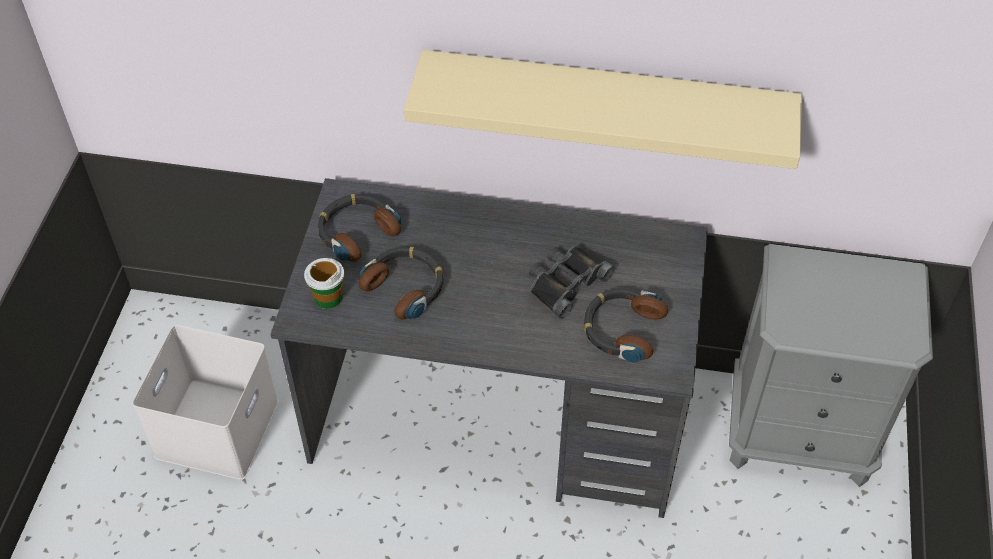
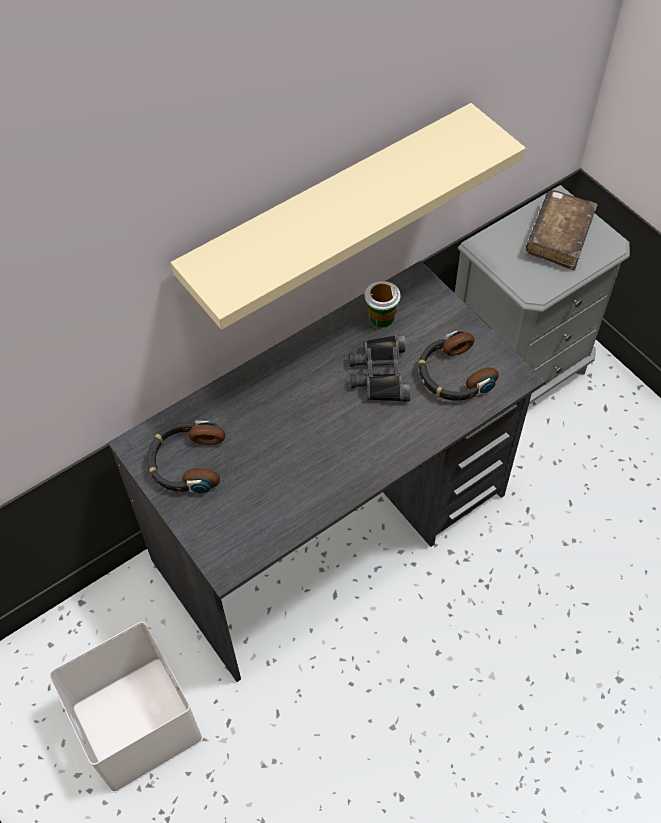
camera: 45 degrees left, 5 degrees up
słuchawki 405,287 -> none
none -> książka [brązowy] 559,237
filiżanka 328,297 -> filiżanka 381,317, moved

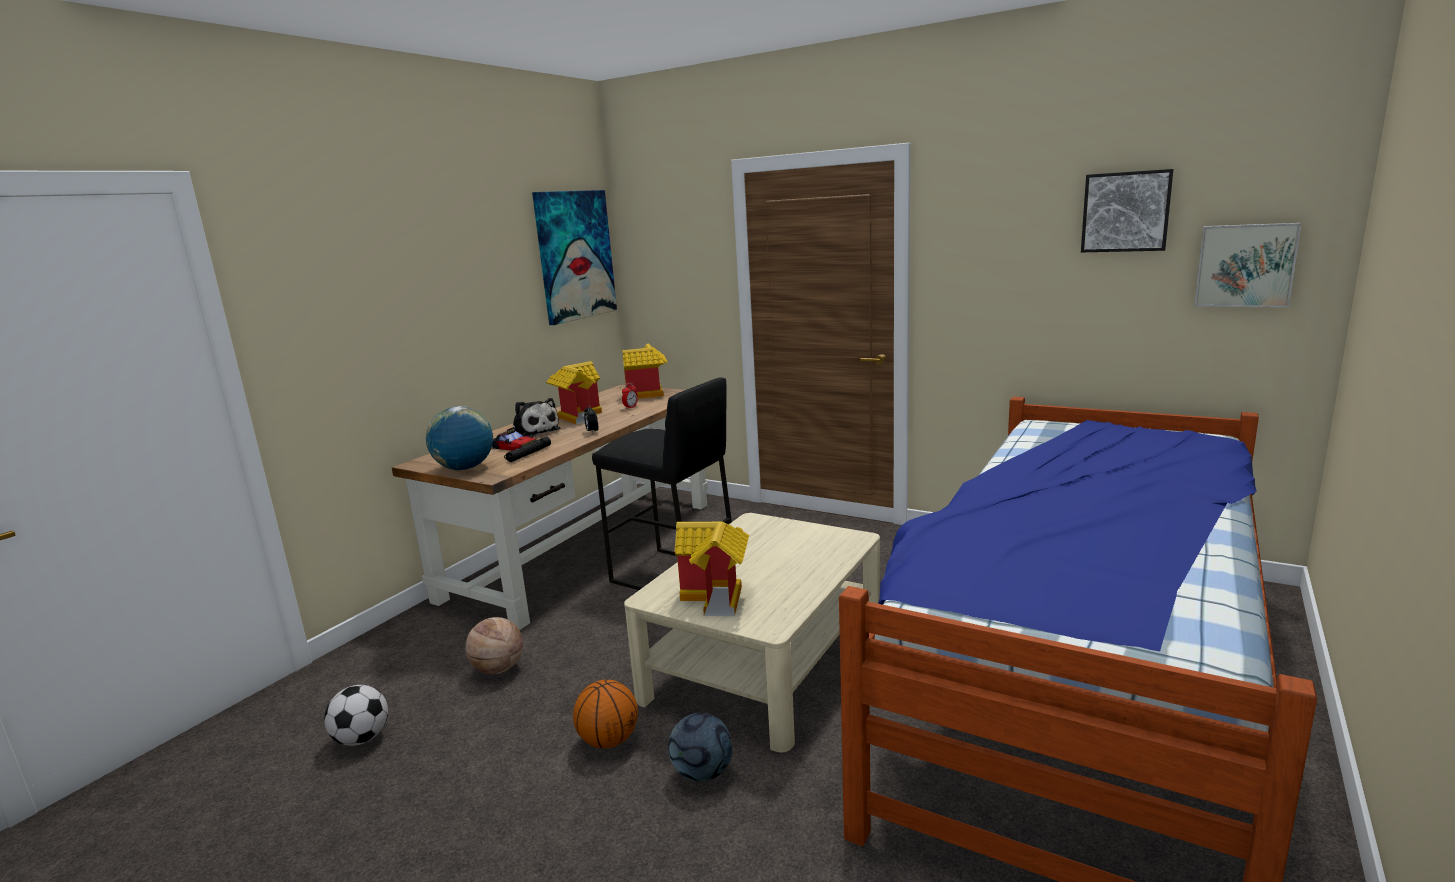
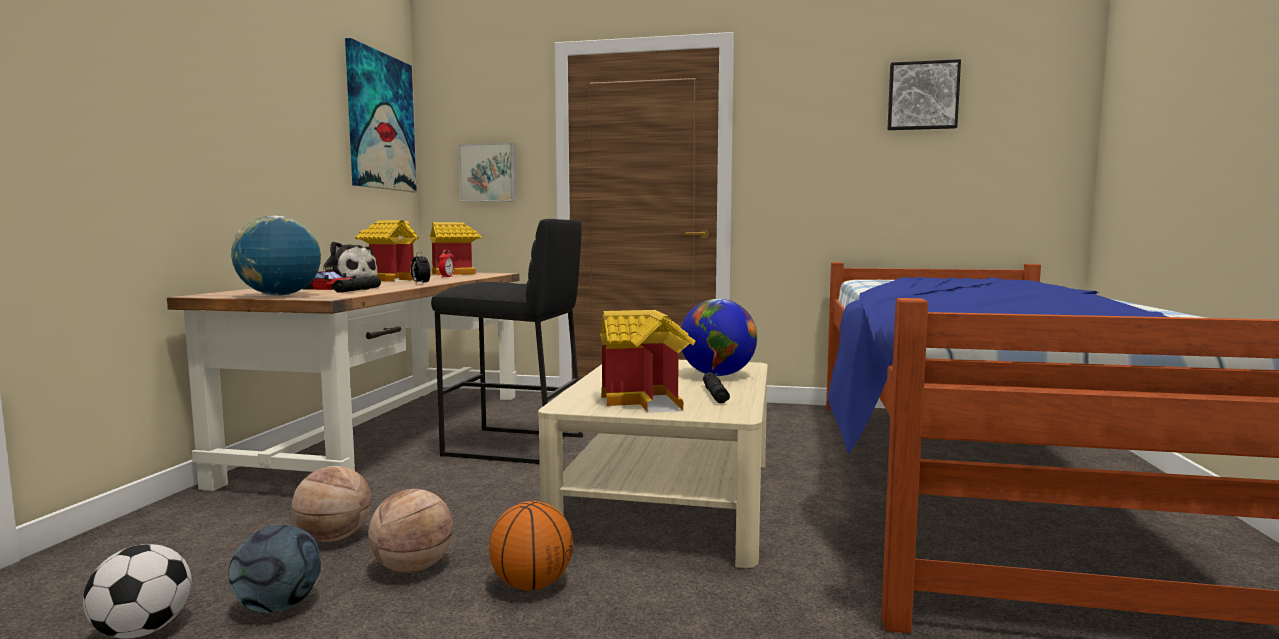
camera: 20 degrees left, 10 degrees down
none -> piłka do koszykówki 412,568
none -> globus 717,375
none -> latarka [czarny] 715,394
piłka futbolowa 702,772 -> piłka futbolowa 279,606, moved
obraz 1245,265 -> obraz 488,173, moved

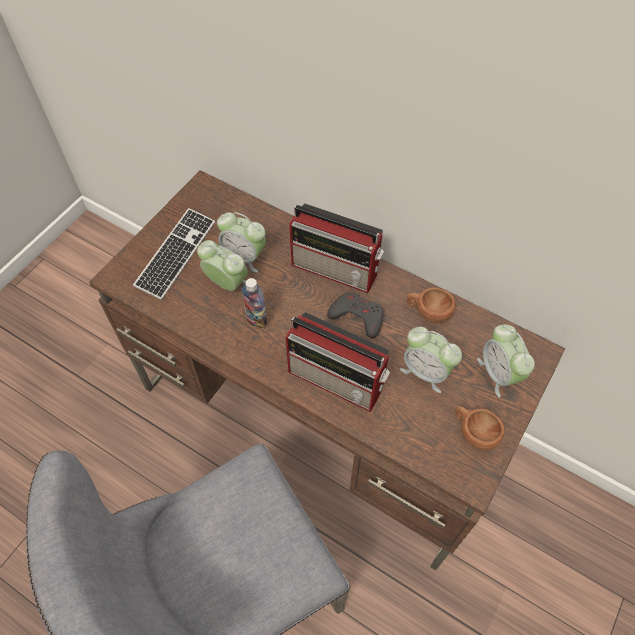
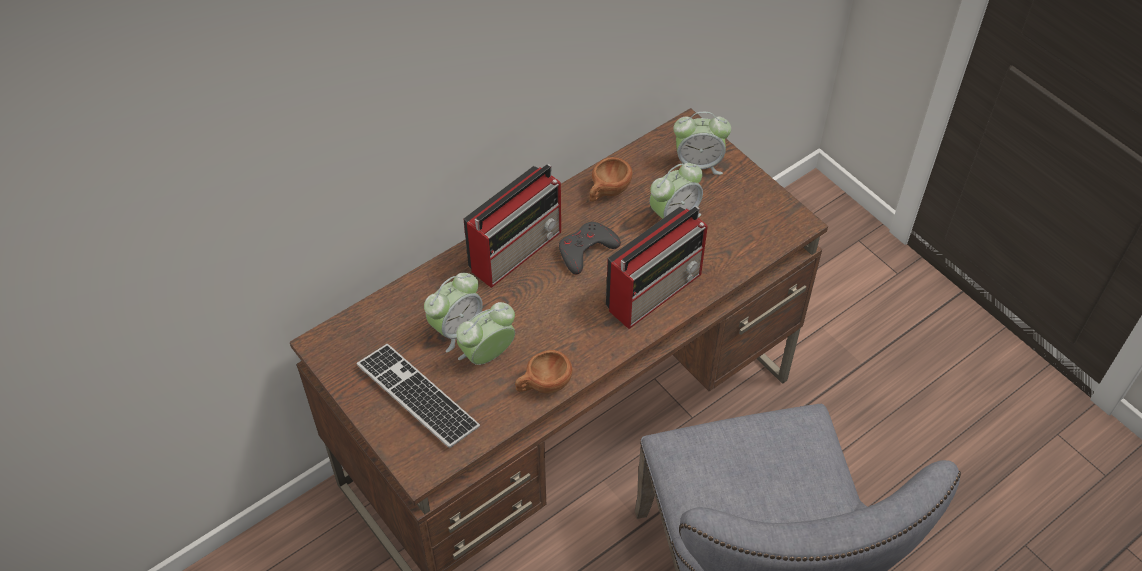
camera: 70 degrees left, 5 degrees down
butelka 256,319 -> none
filiżanka [brązowy] 473,432 -> filiżanka [brązowy] 543,385, moved

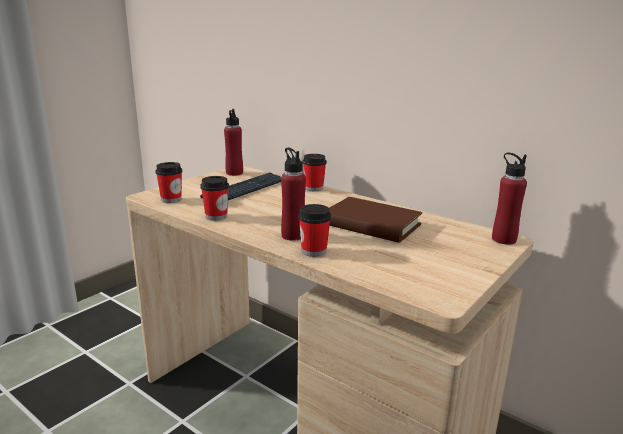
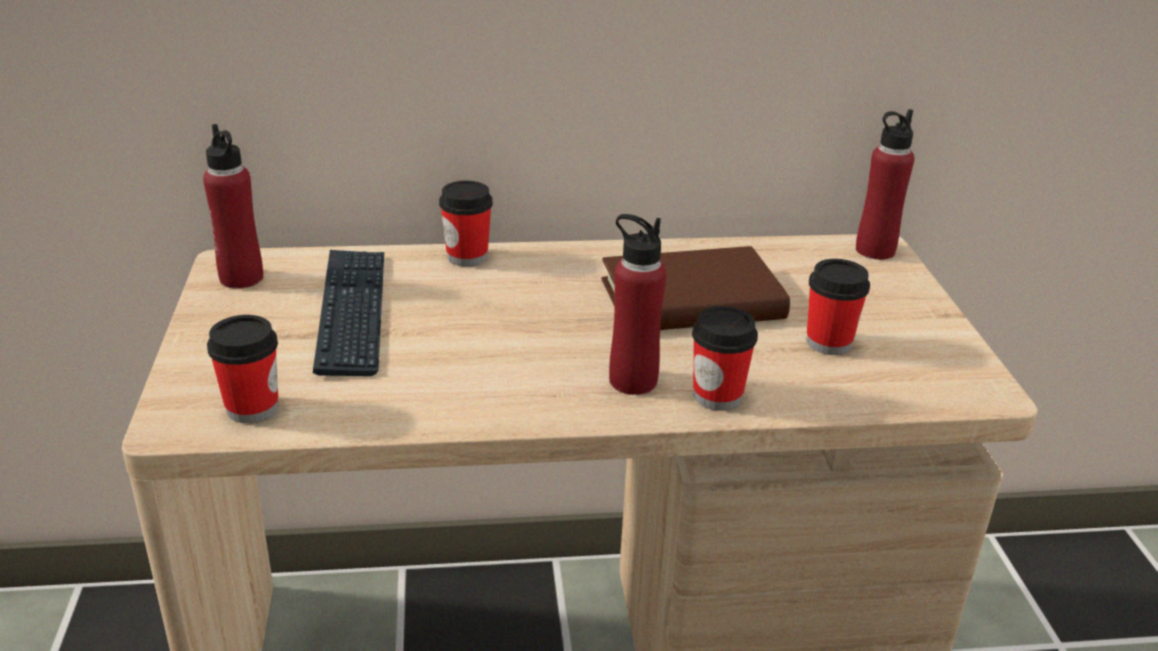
camera: 45 degrees left, 10 degrees up
filiżanka 216,216 -> filiżanka 828,342, moved

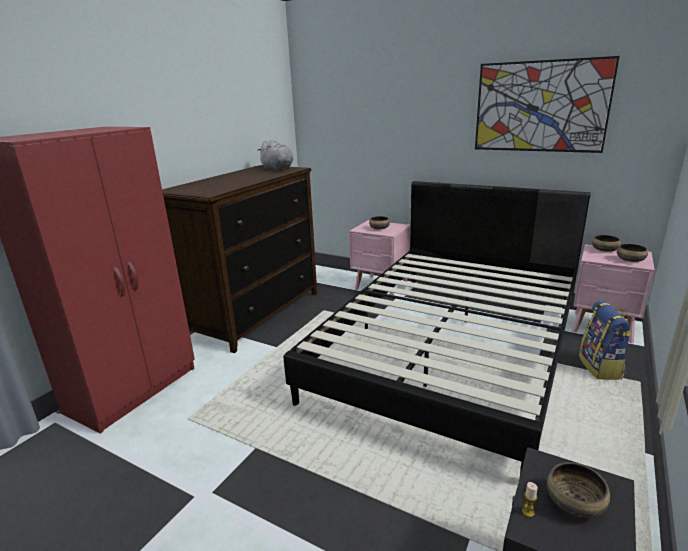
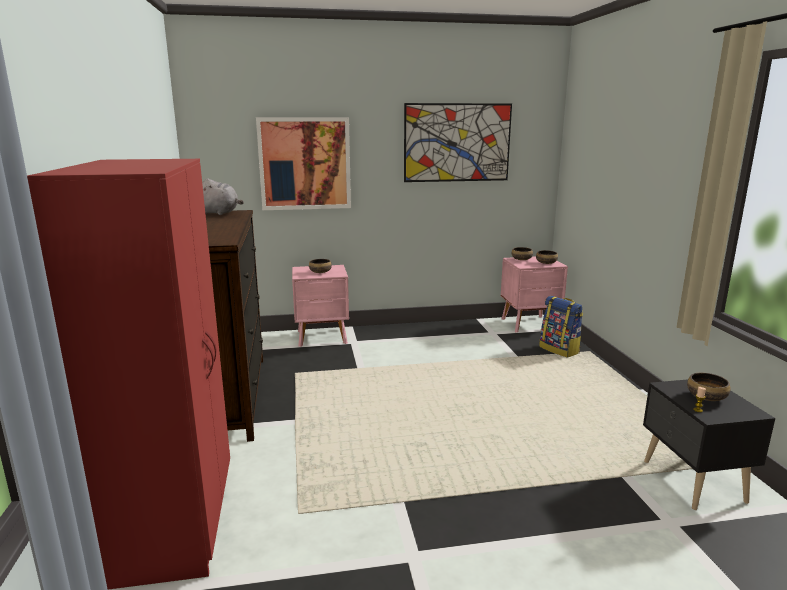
camera: 40 degrees left, 5 degrees down
łóżko [czarny] 451,351 -> none
none -> obraz 305,164

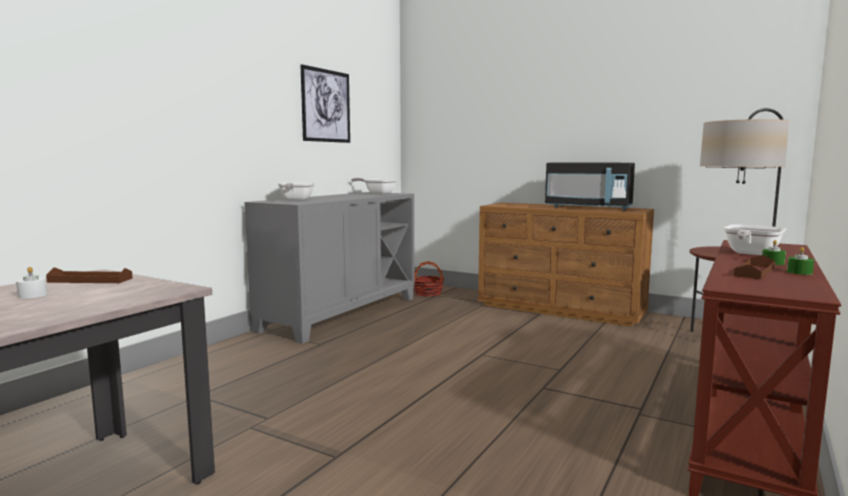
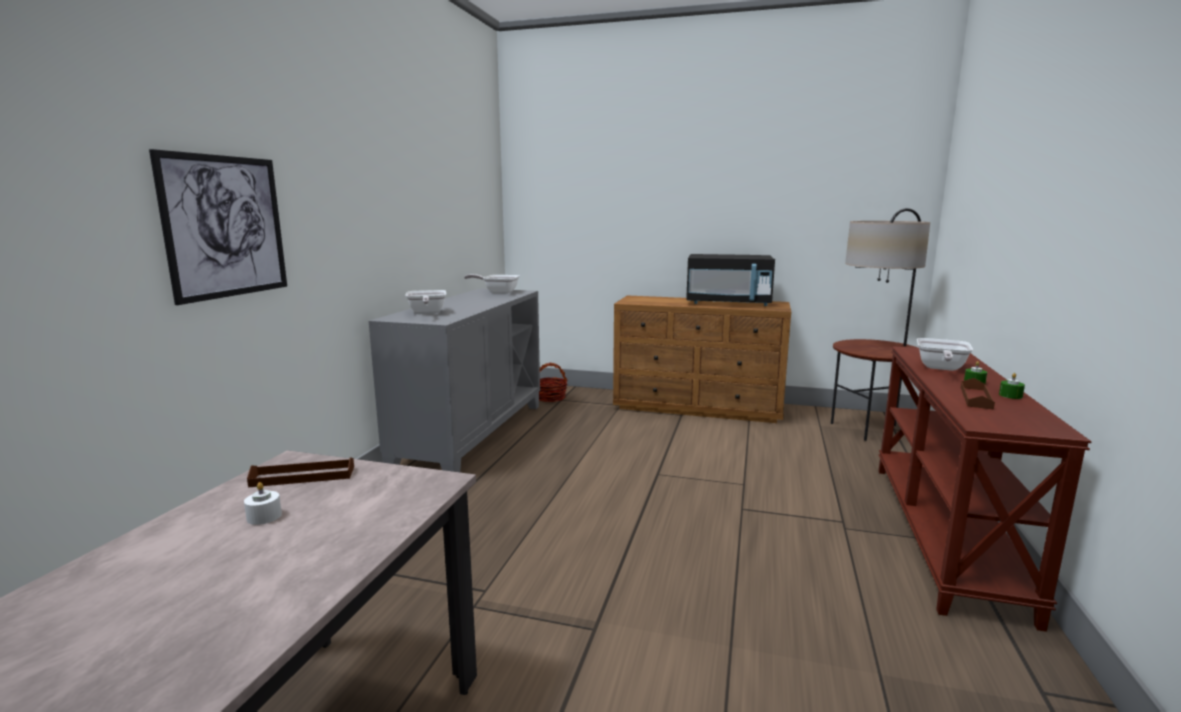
camera: 15 degrees left, 5 degrees up
obraz 326,106 -> obraz 226,226, moved

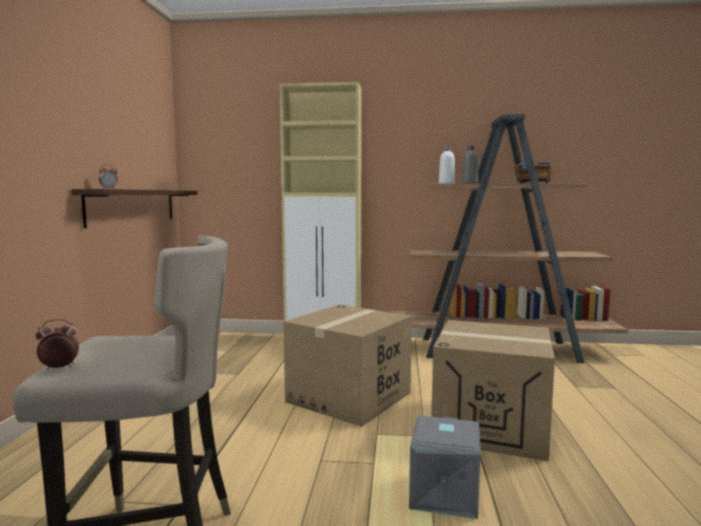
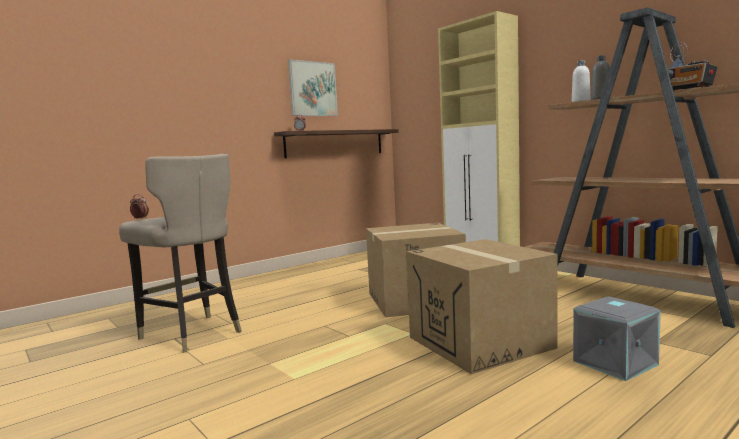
camera: 45 degrees right, 0 degrees up
none -> obraz 313,89
pojemnik do przechowywania [szary] 443,493 -> pojemnik do przechowywania [szary] 614,362, moved

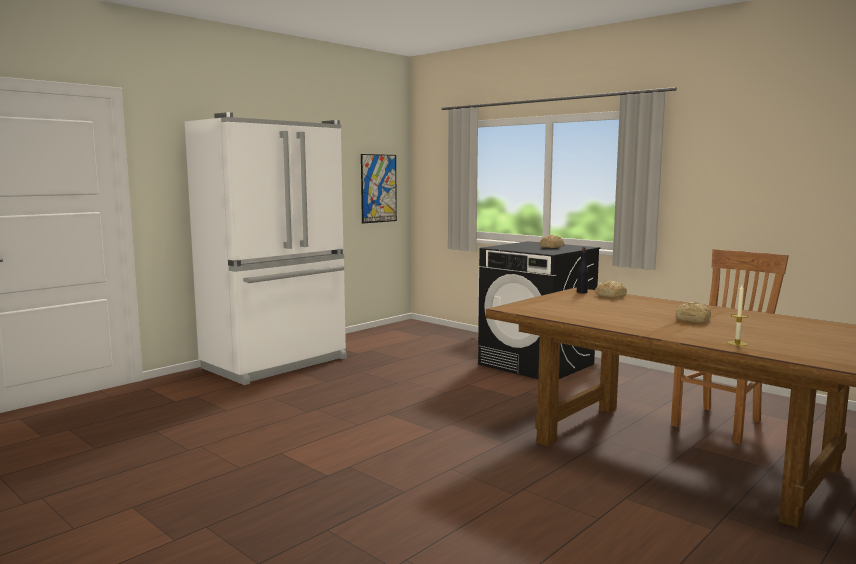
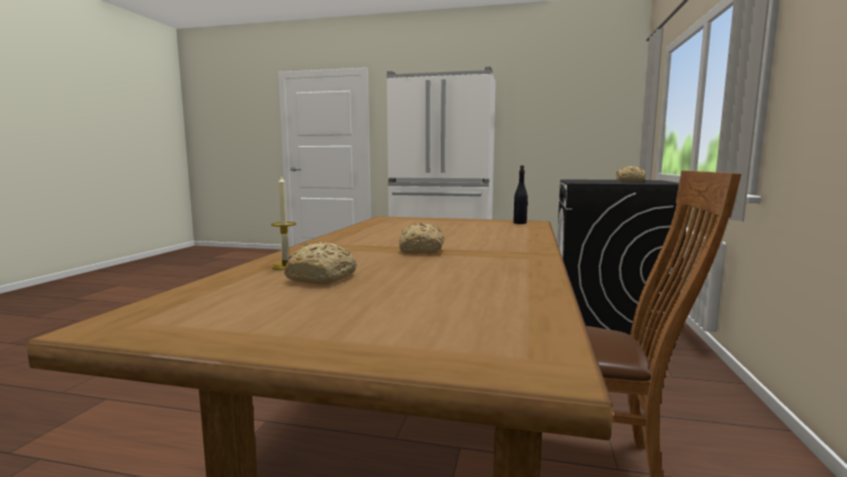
camera: 60 degrees right, 0 degrees up
obraz 378,188 -> none
chleb 610,296 -> chleb 323,277, moved

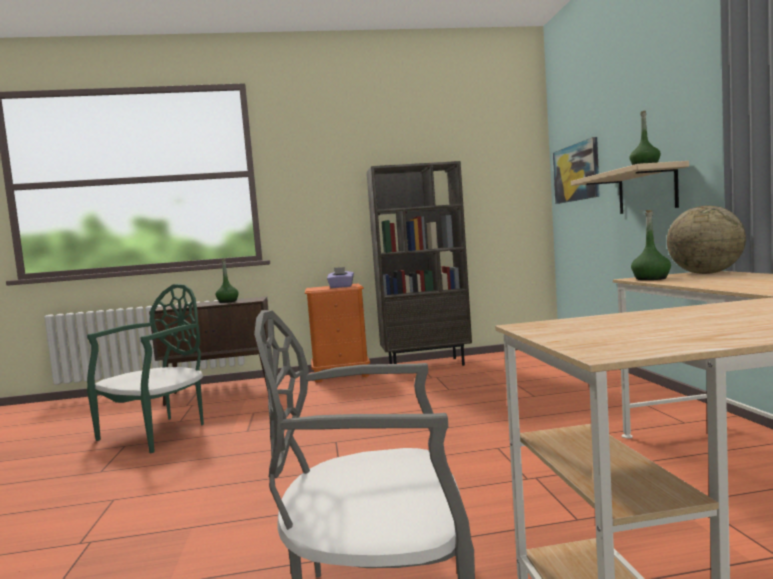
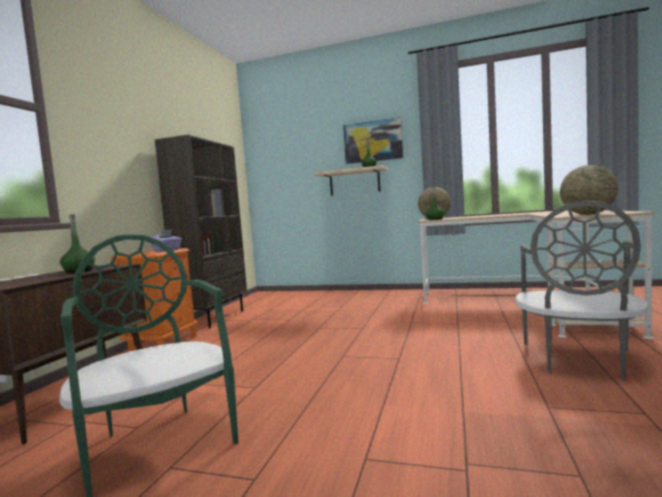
camera: 65 degrees left, 0 degrees up
none -> globus 588,214
obraz 576,172 -> obraz 373,141, moved

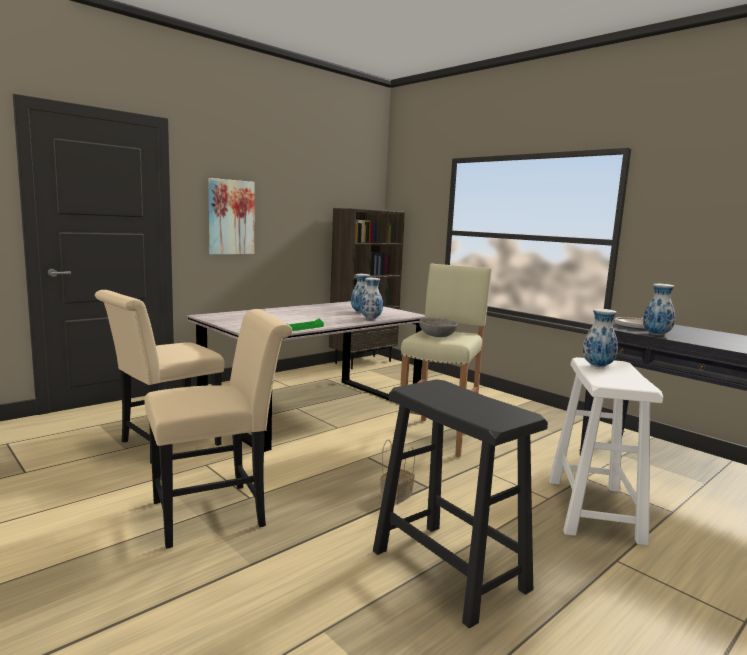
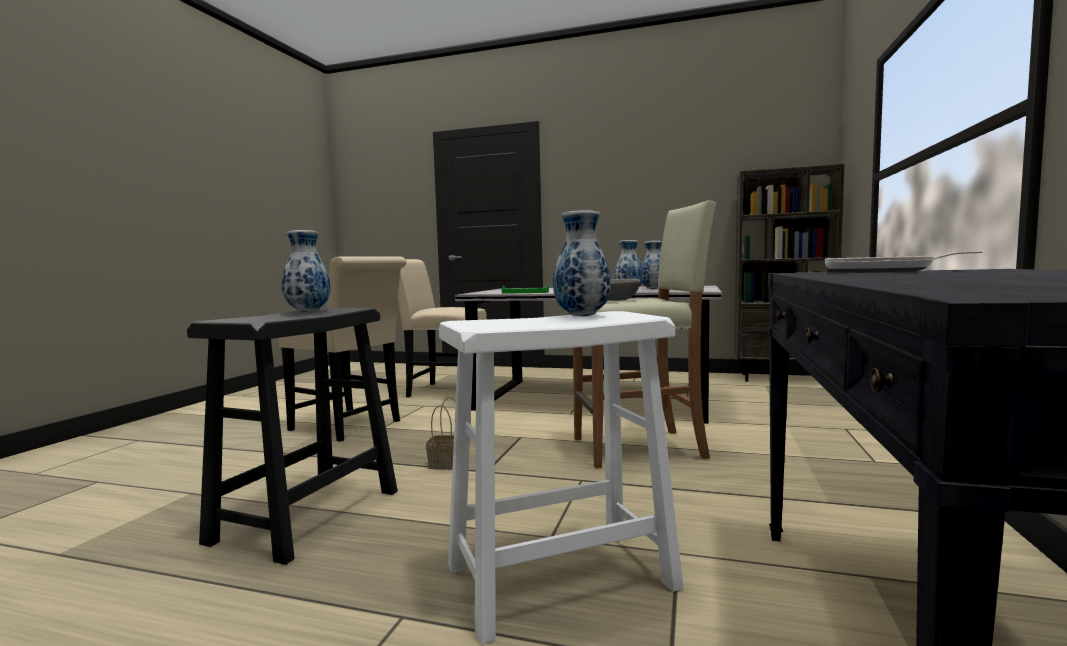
camera: 60 degrees right, 5 degrees down
obraz 231,217 -> none
wazon 656,334 -> wazon 308,311, moved

